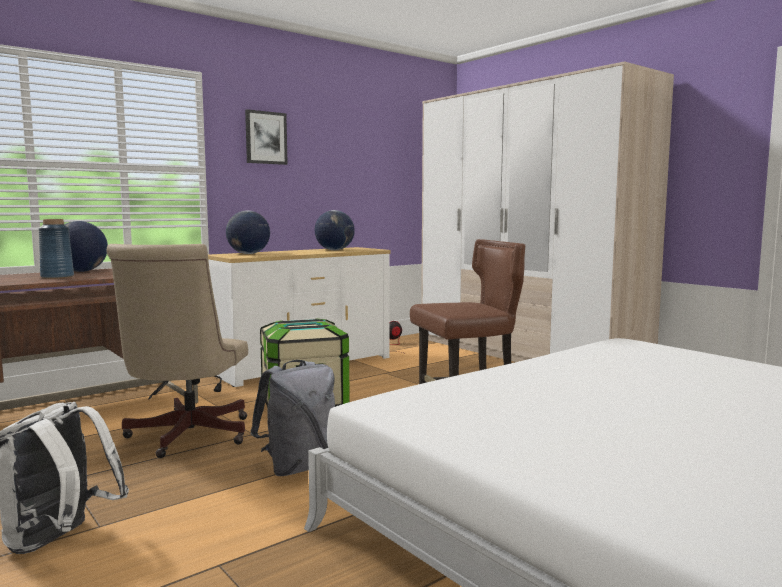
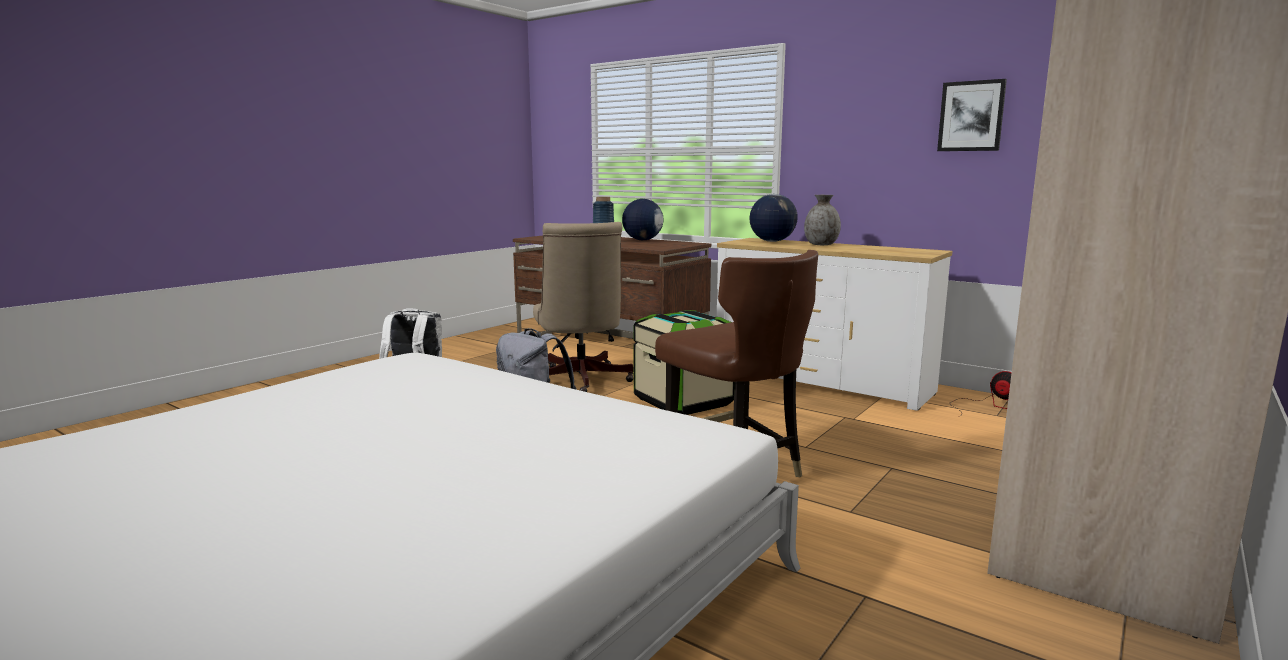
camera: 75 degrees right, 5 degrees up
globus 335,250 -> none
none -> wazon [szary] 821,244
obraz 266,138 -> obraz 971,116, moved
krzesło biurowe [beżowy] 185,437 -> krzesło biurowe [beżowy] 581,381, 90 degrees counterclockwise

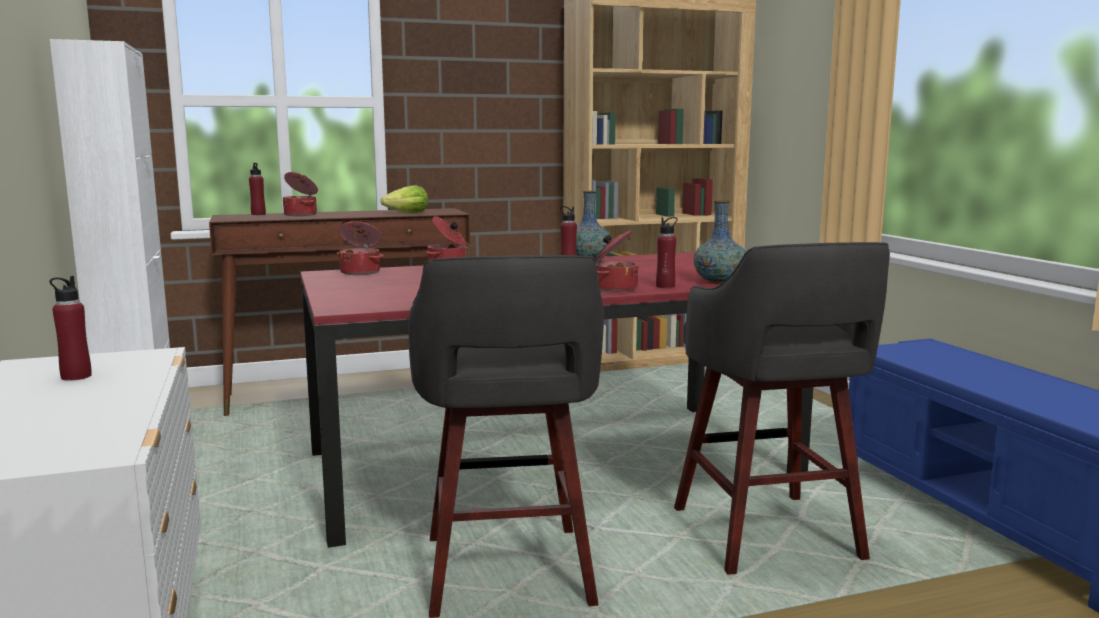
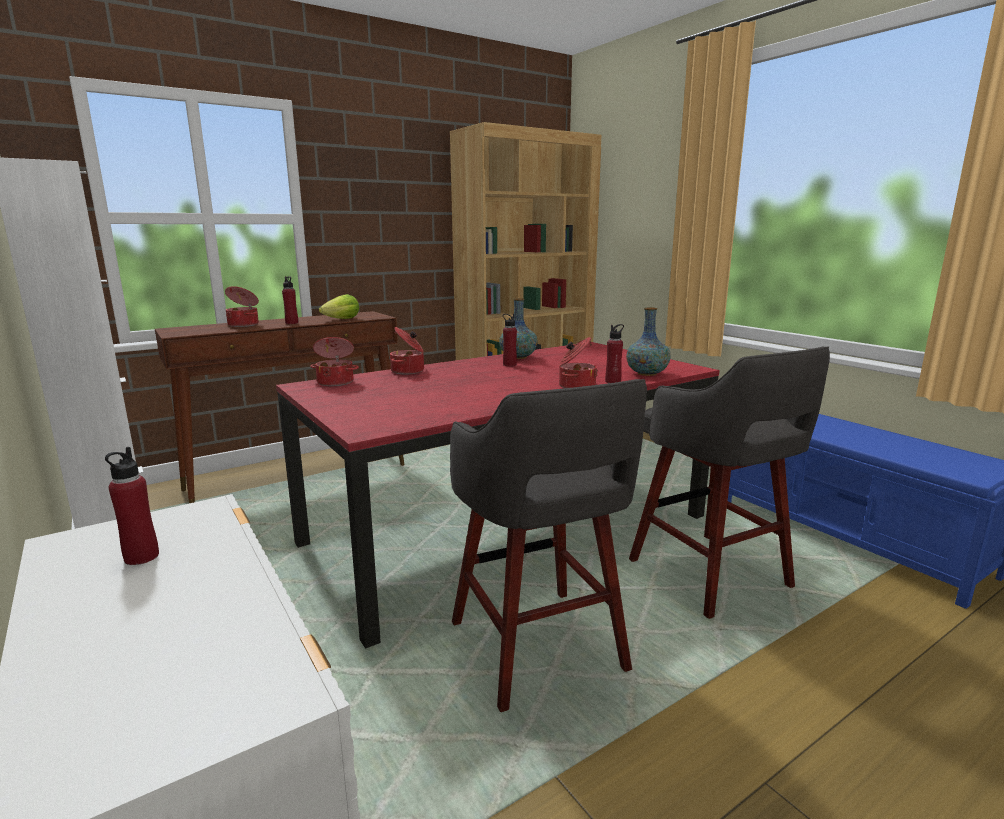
camera: 15 degrees left, 5 degrees up
butelka [czerwony] 258,214 -> butelka [czerwony] 292,323, moved

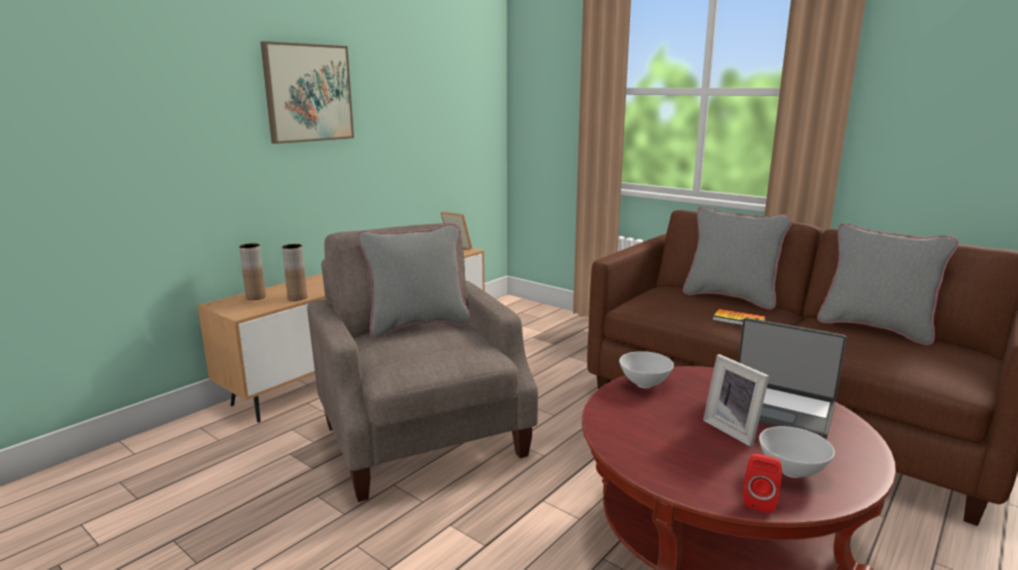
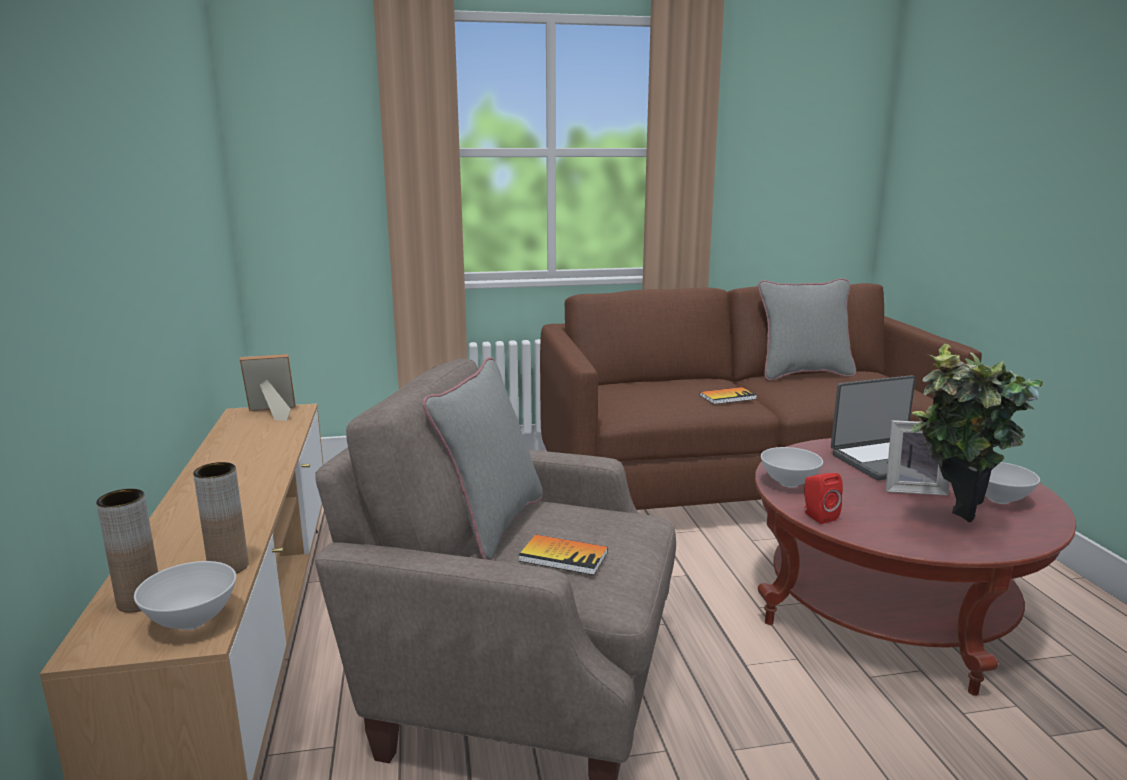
camera: 50 degrees left, 0 degrees up
obraz 308,93 -> none
poduszka [szary] 730,297 -> none
none -> miska [biały] 192,621
none -> książka 563,556
none -> roślina doniczkowa 950,527
głośnik [czerwony] 760,501 -> głośnik [czerwony] 817,516, moved

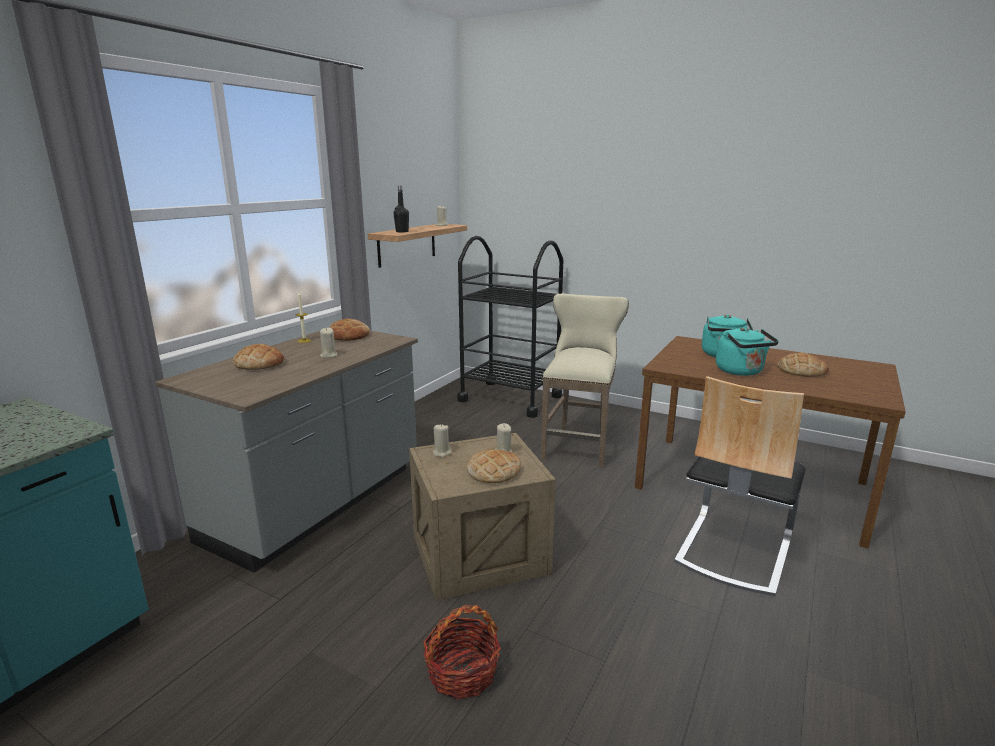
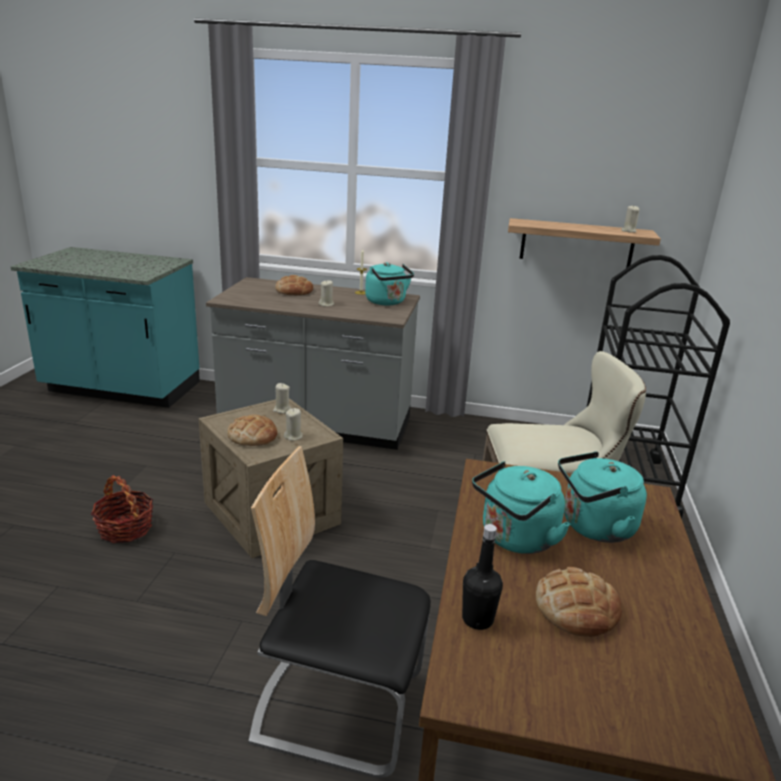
camera: 70 degrees right, 5 degrees up
butelka [czarny] 402,231 -> butelka [czarny] 477,619, moved
chleb 349,336 -> czajnik [turkusowy] 387,302

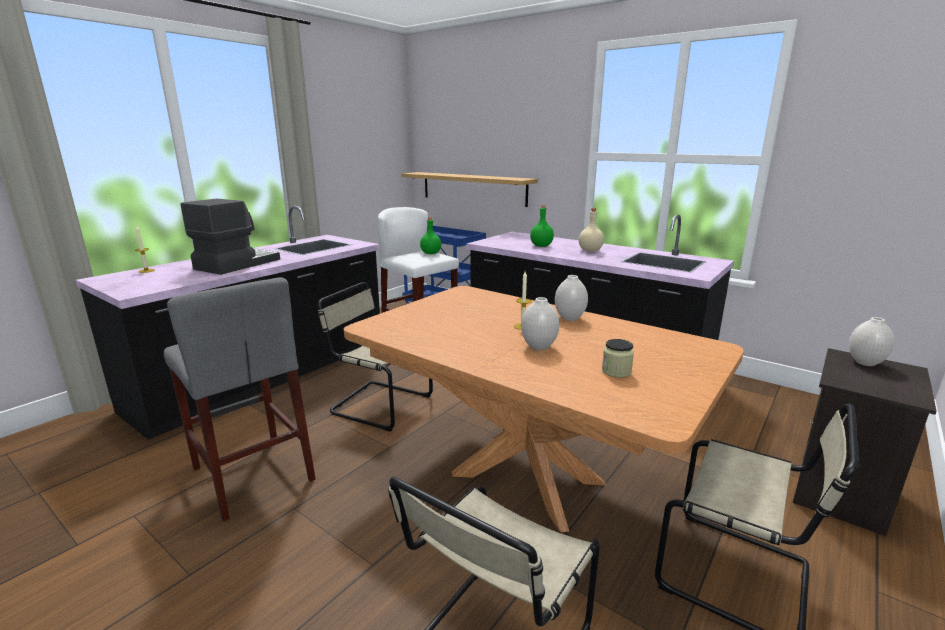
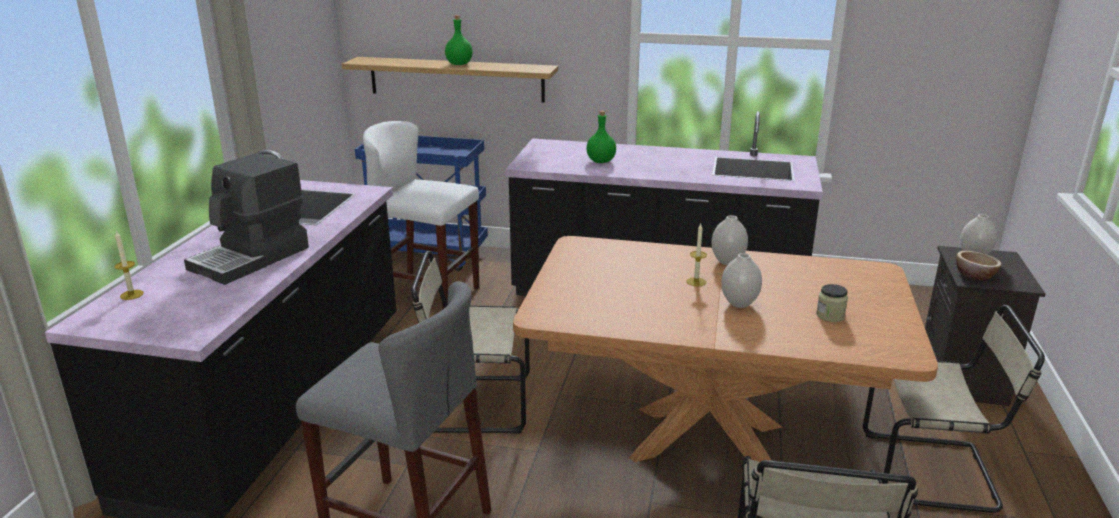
camera: 25 degrees left, 5 degrees up
butelka [beżowy] 589,251 -> none
none -> miska 974,275
butelka [zielony] 431,253 -> butelka [zielony] 459,64, moved
ekspres do kawy 236,264 -> ekspres do kawy 251,258, 150 degrees counterclockwise

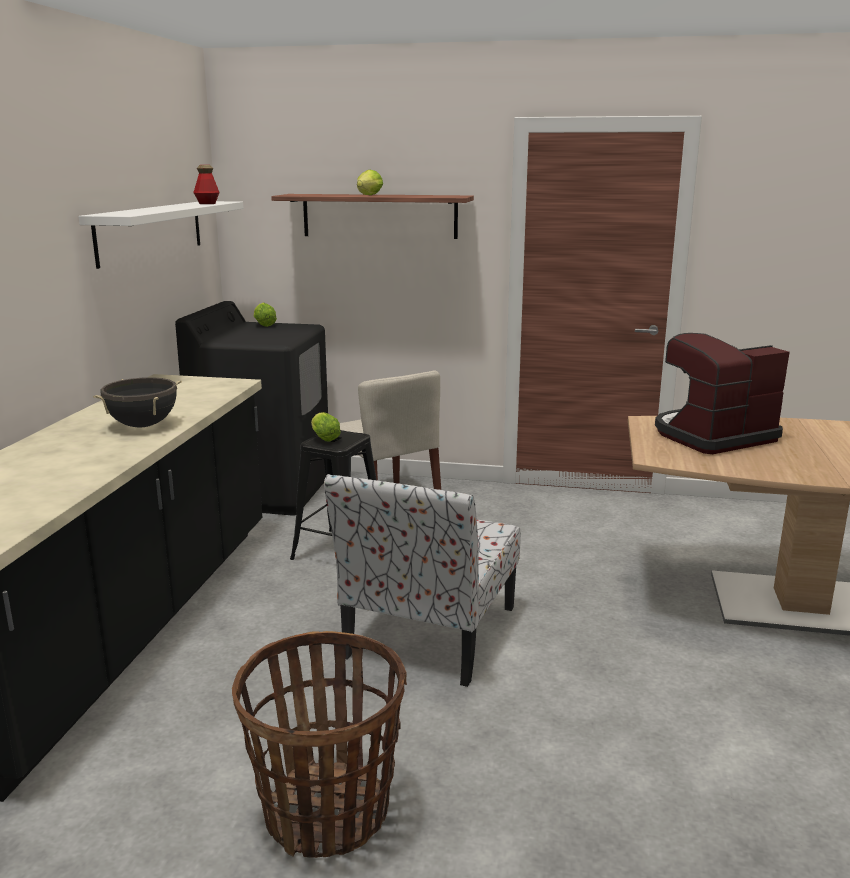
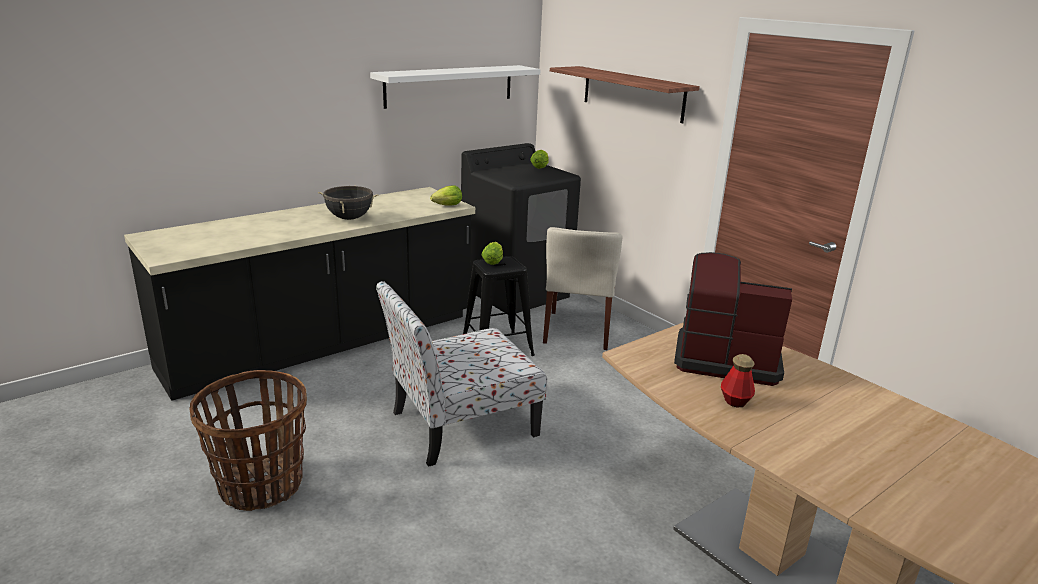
camera: 40 degrees right, 5 degrees up
butelka 207,203 -> butelka 735,401, moved
sałata 368,195 -> sałata 446,206, moved

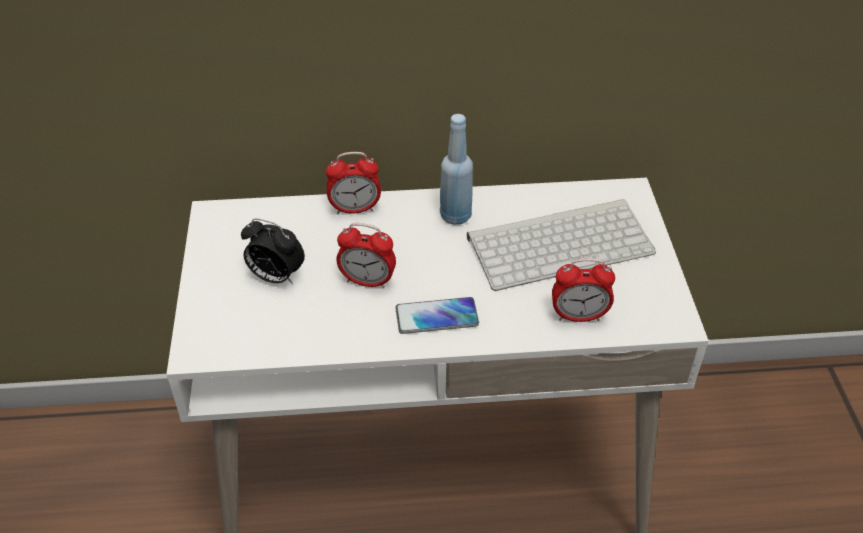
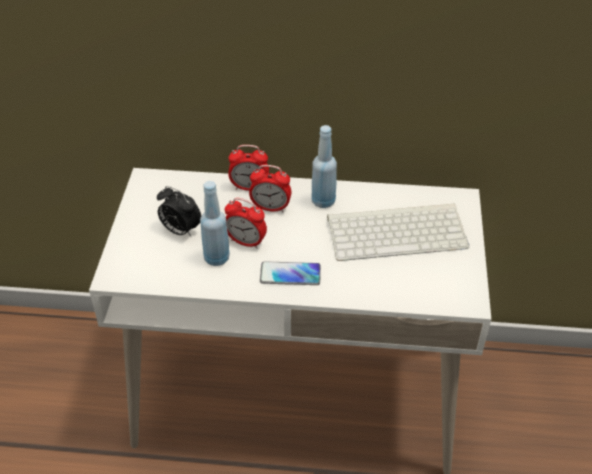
camera: 10 degrees right, 0 degrees up
none -> butelka [niebieski] 216,258
budzik 579,316 -> budzik 270,208, moved

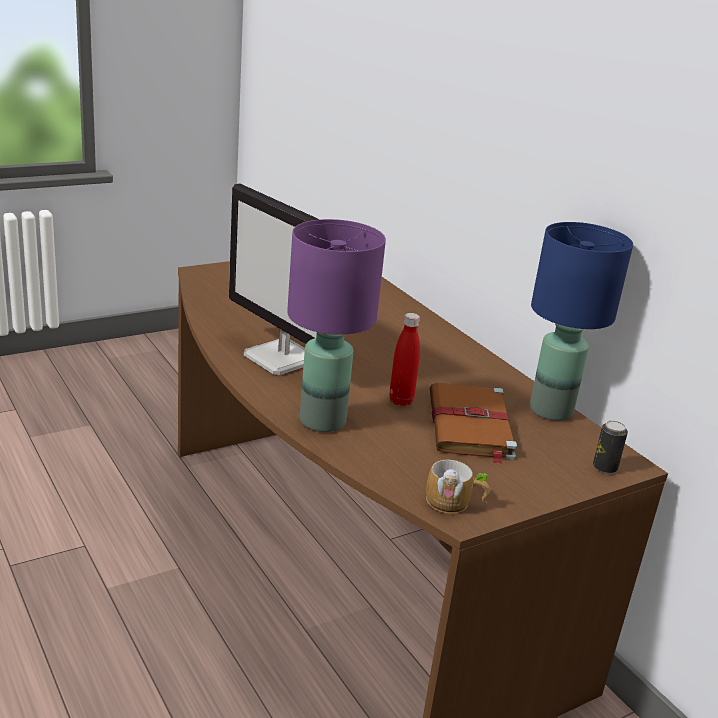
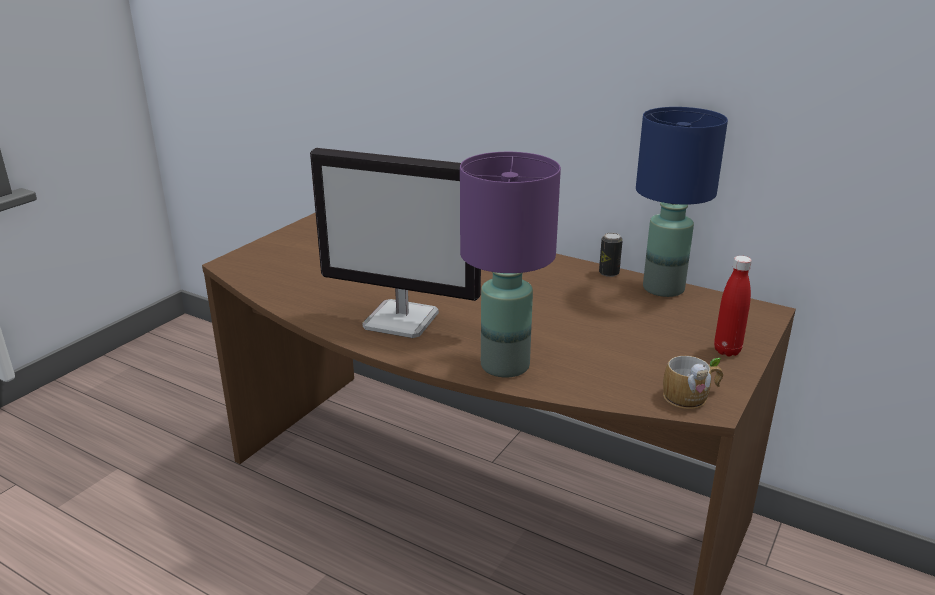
camera: 25 degrees left, 0 degrees up
książka [brązowy] 470,426 -> none
butelka [czerwony] 401,401 -> butelka [czerwony] 727,350, moved
puszka 604,467 -> puszka 609,273, moved

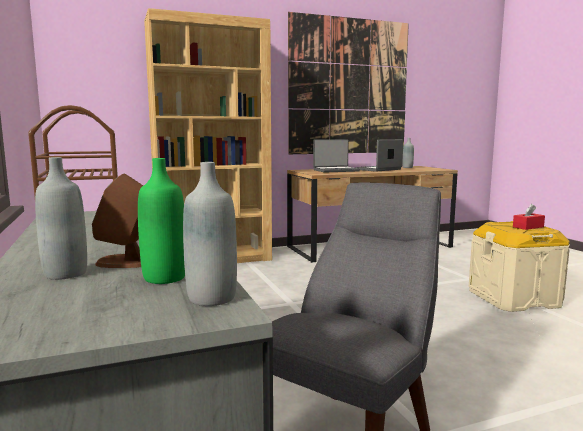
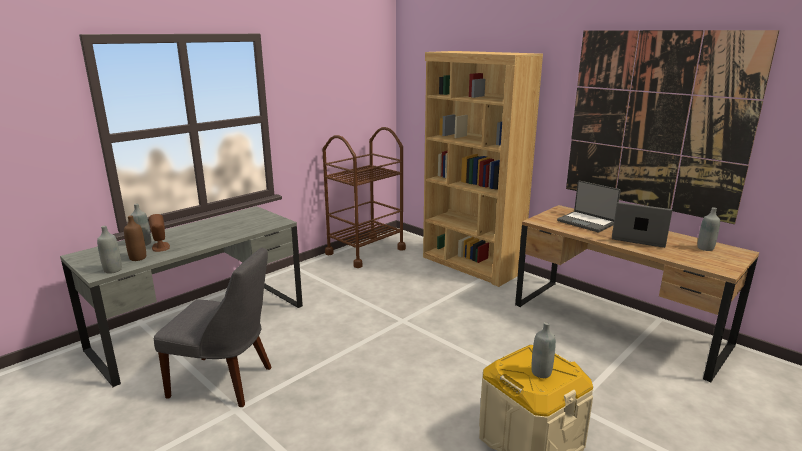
camera: 65 degrees right, 10 degrees up
pudełko chusteczek [czerwony] 528,227 -> butelka [szary] 541,372
butelka [zielony] 164,278 -> butelka [brązowy] 138,258

